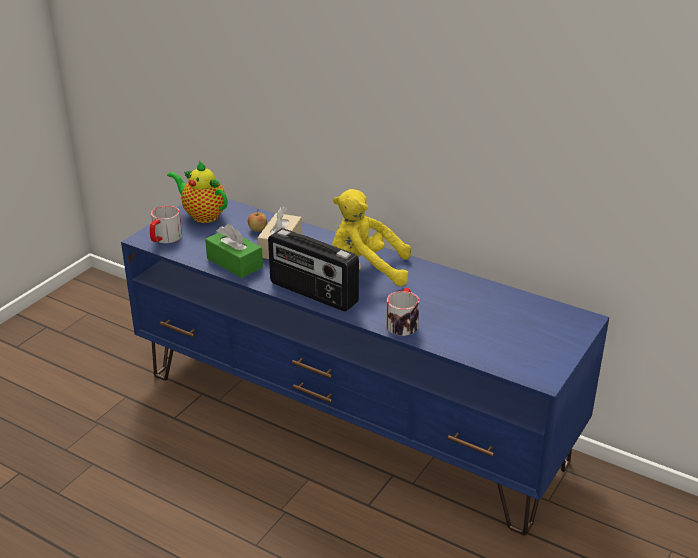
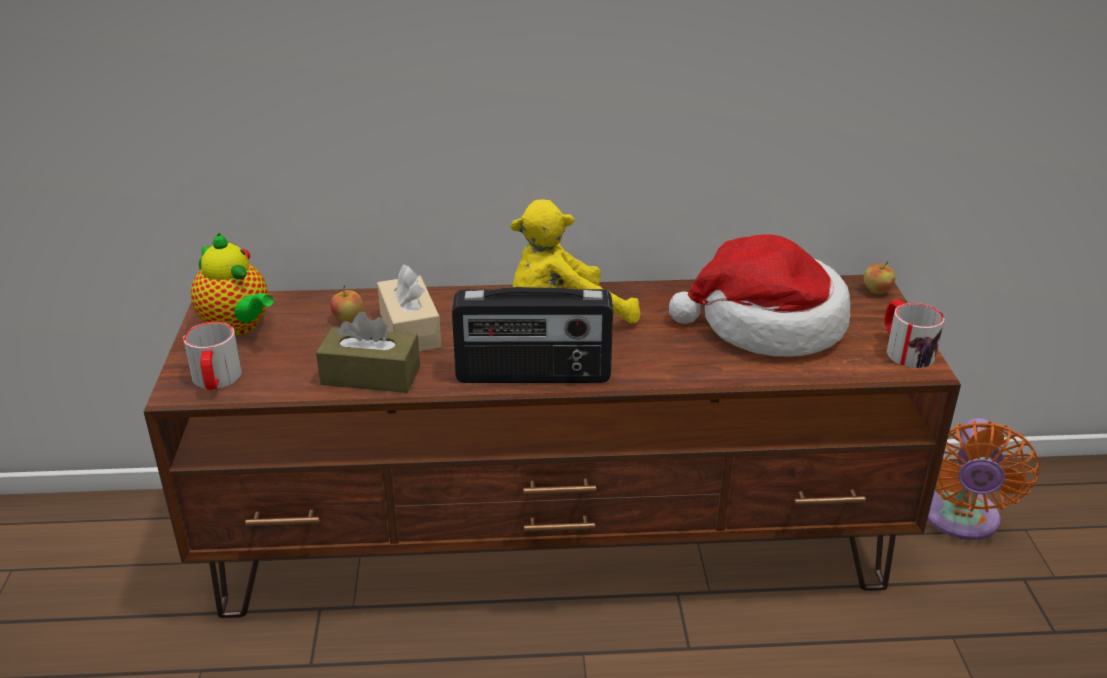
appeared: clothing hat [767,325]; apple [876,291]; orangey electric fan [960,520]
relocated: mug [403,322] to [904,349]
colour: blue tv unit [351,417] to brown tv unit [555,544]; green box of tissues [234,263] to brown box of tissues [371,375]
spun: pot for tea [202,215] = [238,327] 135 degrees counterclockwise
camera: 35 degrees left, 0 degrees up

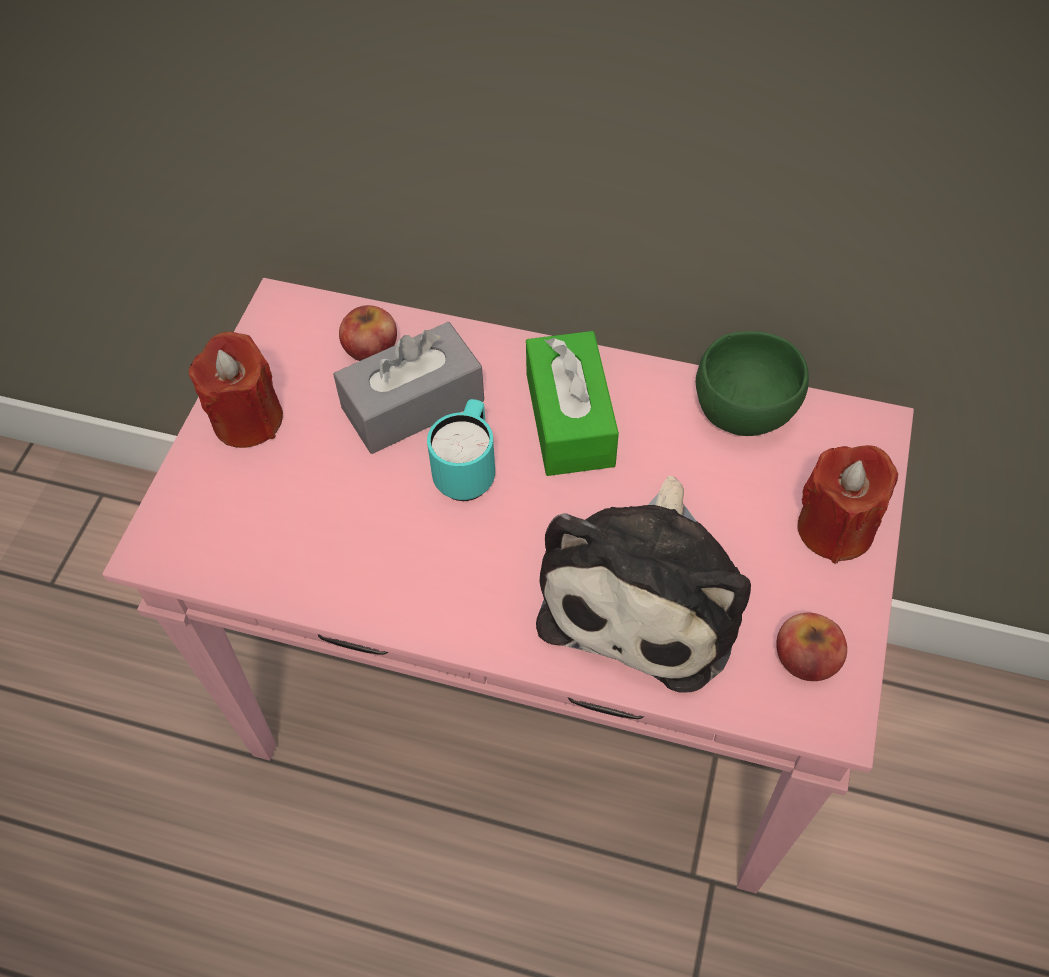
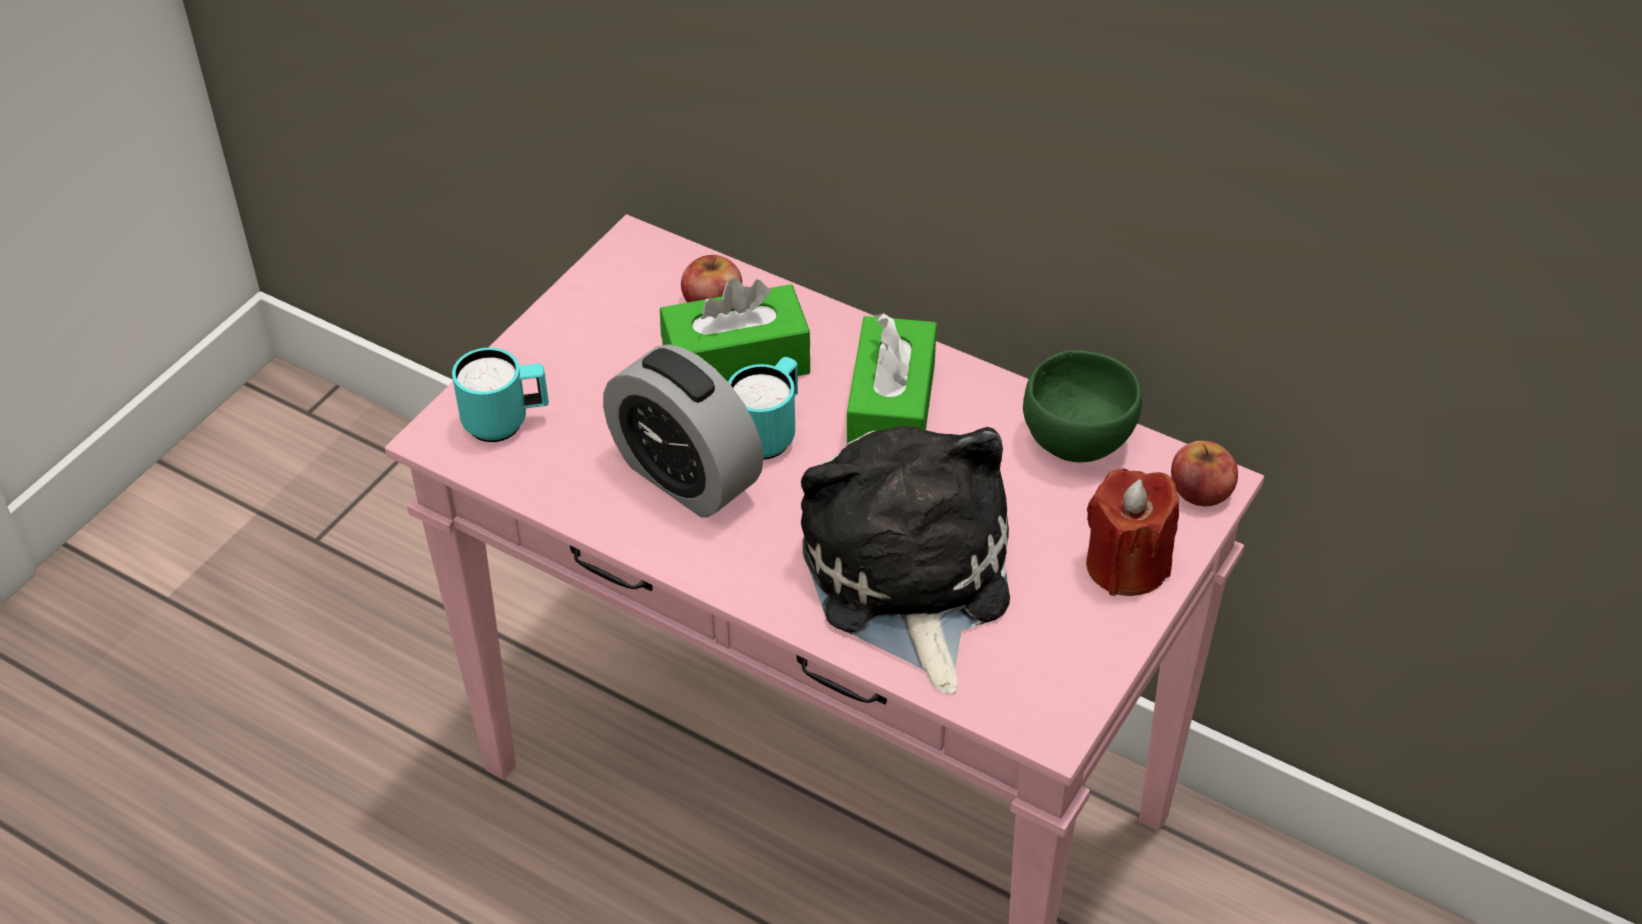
missing: red-coloured wax light [247,419]
appeared: table clock [685,476]; blue-green mug [506,423]
relocated: apple [806,657] to [1201,489]
colour: gray box of tissues [413,404] to green box of tissues [736,362]
spun: soft toy [647,592] = [907,579] 135 degrees clockwise
camera: 15 degrees right, 10 degrees down

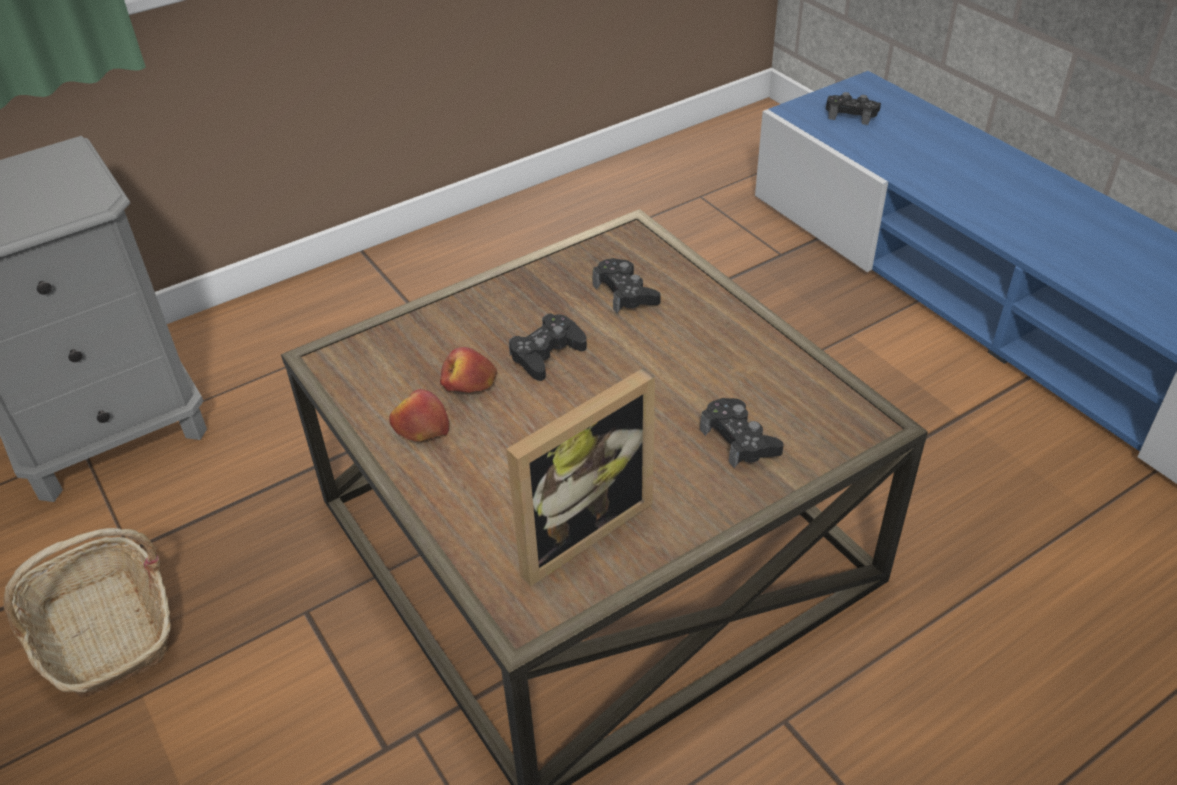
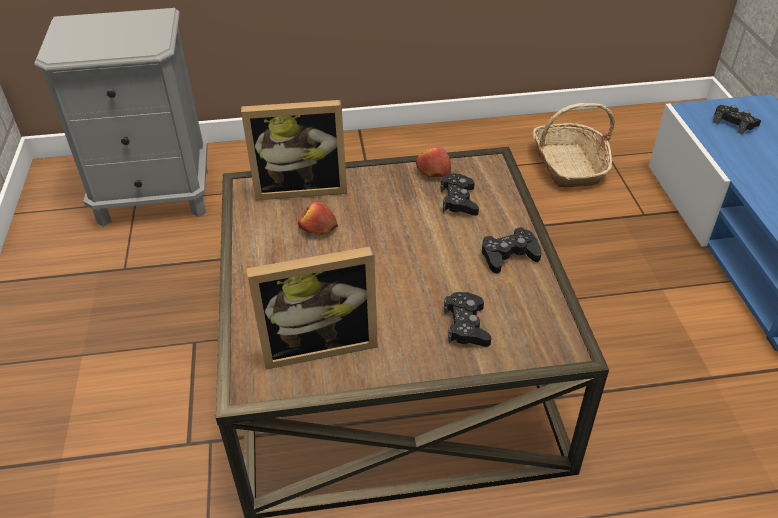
appeared: standing frame [301,187]
relocated: black-coloured joypad [546,354] to [509,255]; apple [420,428] to [433,171]; household basket [105,632] to [568,166]
camera: 25 degrees right, 0 degrees up

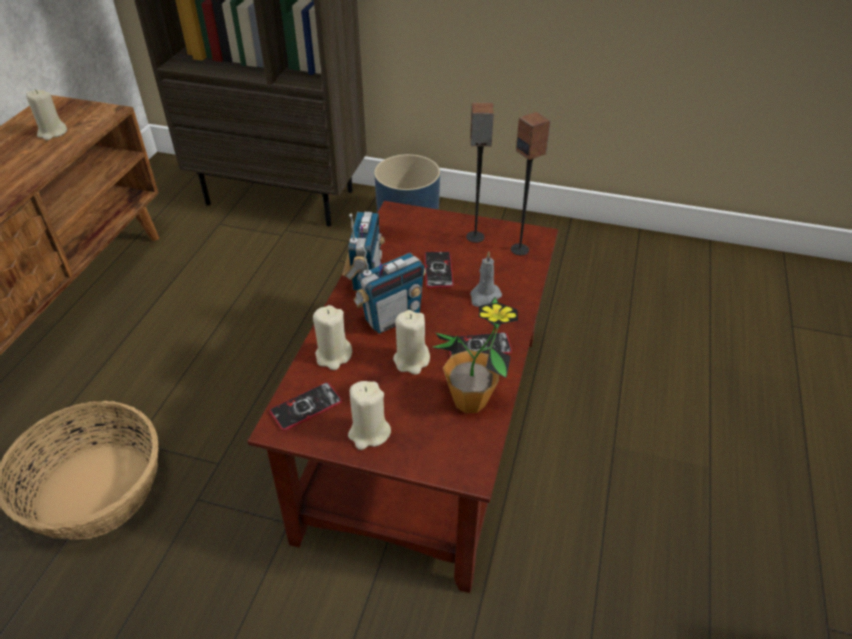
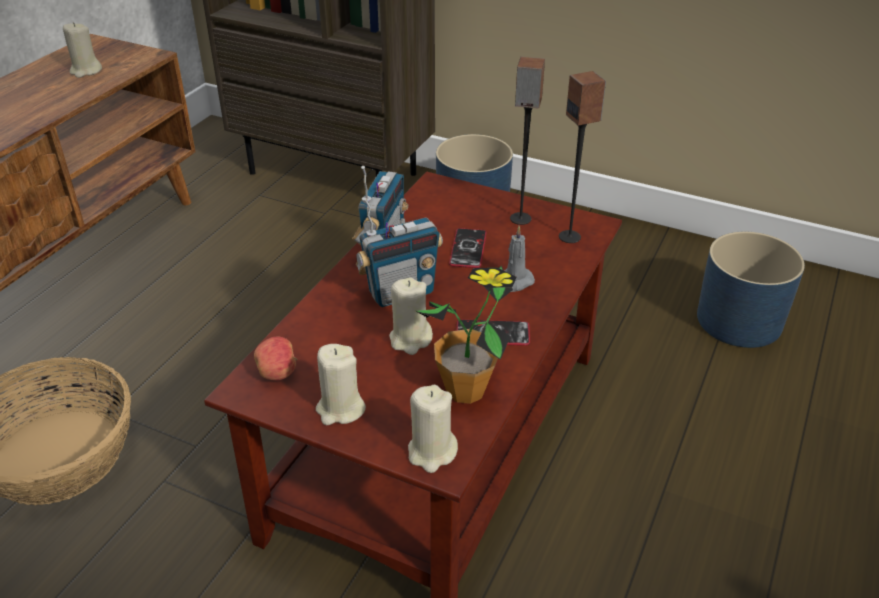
appeared: blue flower pot [738,320]
relocated: beige-coloured wax light [333,356] to [432,452]
exchanged: phone [306,407] to apple [278,373]
camera: 10 degrees right, 5 degrees down

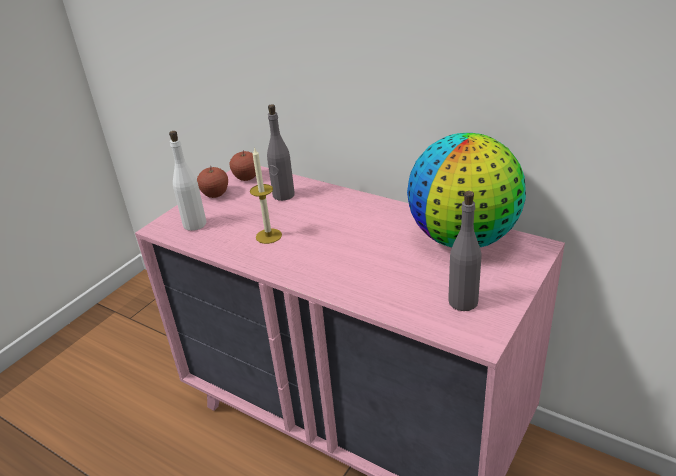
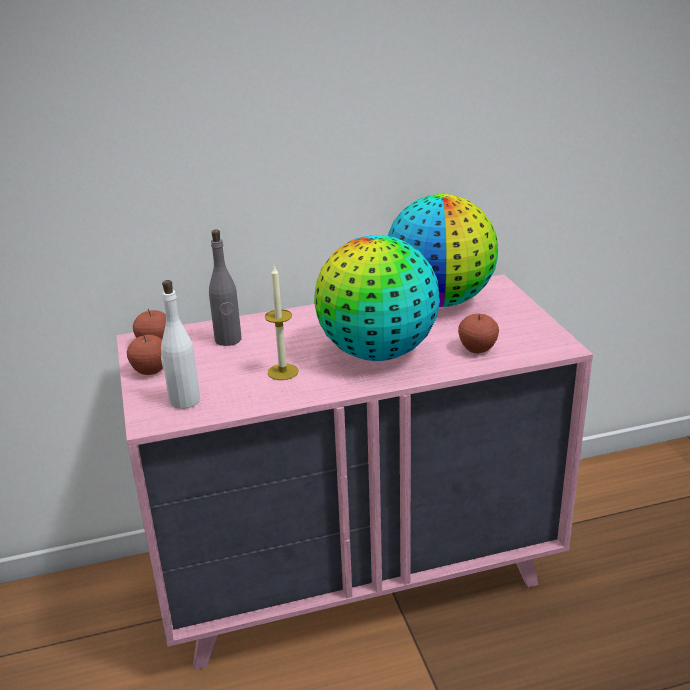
missing: gray bottle [463,301]
appeared: globe [378,353]; apple [477,349]
camera: 50 degrees left, 5 degrees down

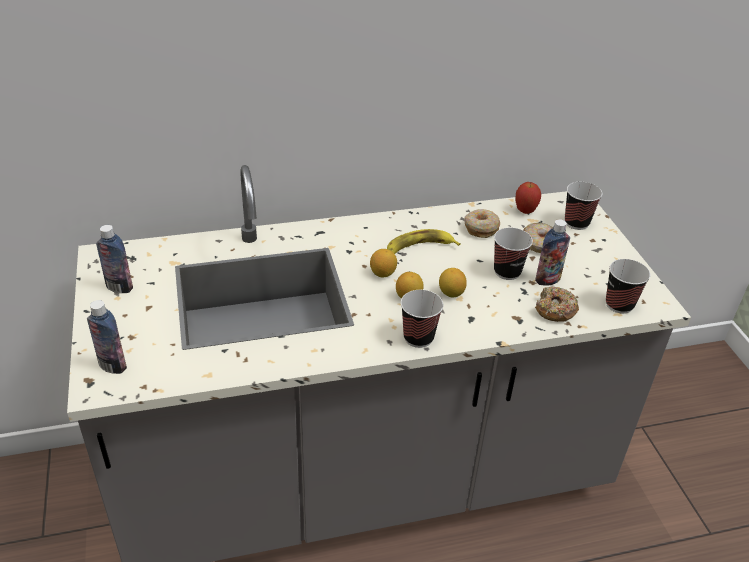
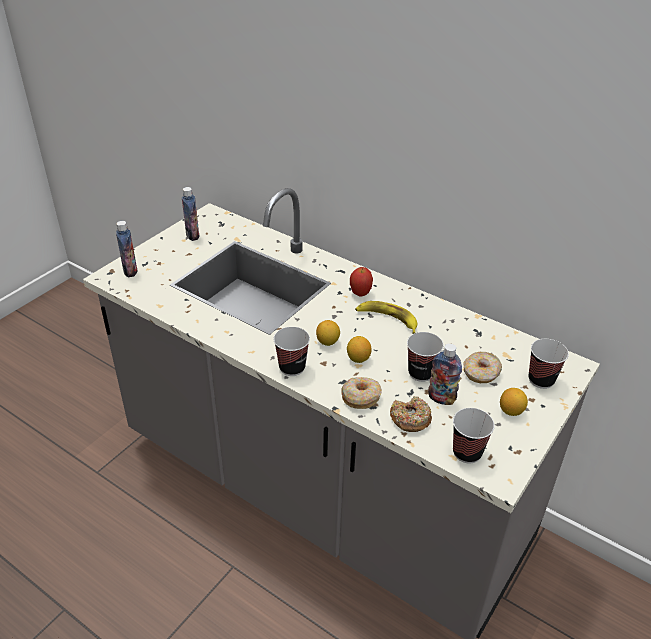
relocated: apple [525,211] to [360,293]; doughnut [480,228] to [361,397]; whole lemon [383,273] to [511,411]
camera: 50 degrees right, 0 degrees up

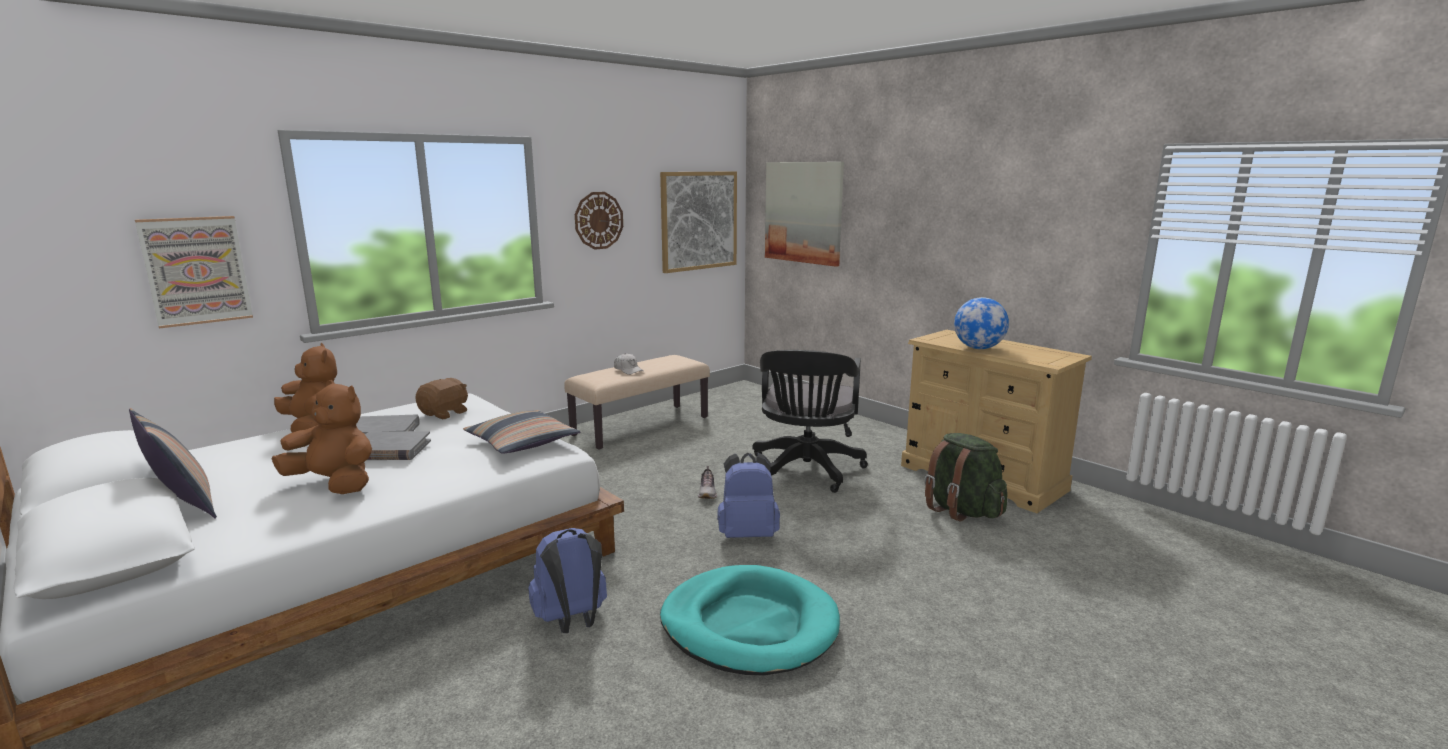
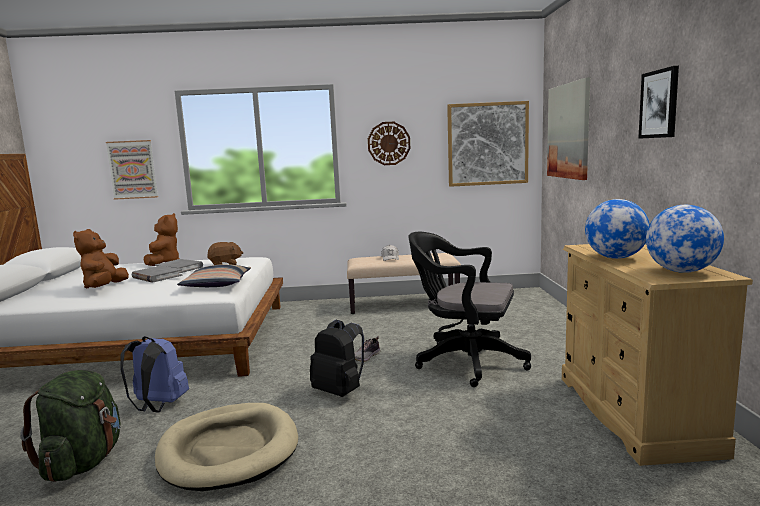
missing: pillow [184,507]
appeared: picture [659,104]; globe [681,271]
relocated: green knapsack [961,510] to [83,462]
colour: blue knapsack [747,534] to black-coloured knapsack [340,391]; blue-green dog cushion [749,625] to beige-coloured dog cushion [229,450]
spun: black-coloured desk chair [806,471] = [465,361] 60 degrees clockwise; brown soft toy [335,484] = [104,287] 150 degrees counterclockwise
camera: 40 degrees right, 5 degrees down

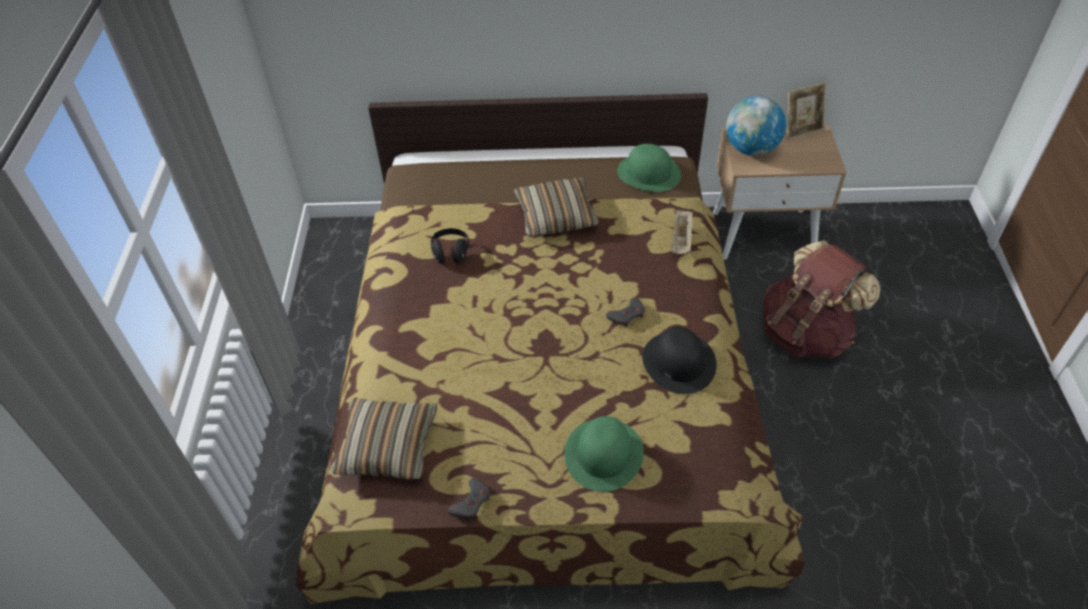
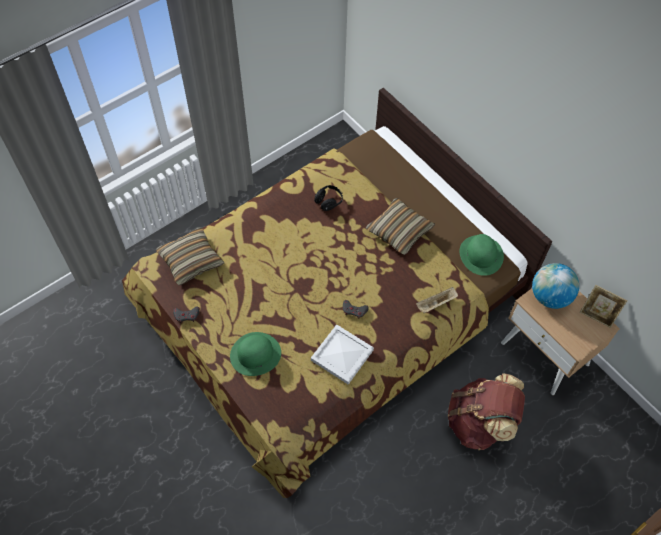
exchanged: black-coloured clothing hat [678,361] to white-coloured tray [342,354]
camera: 50 degrees right, 10 degrees up

